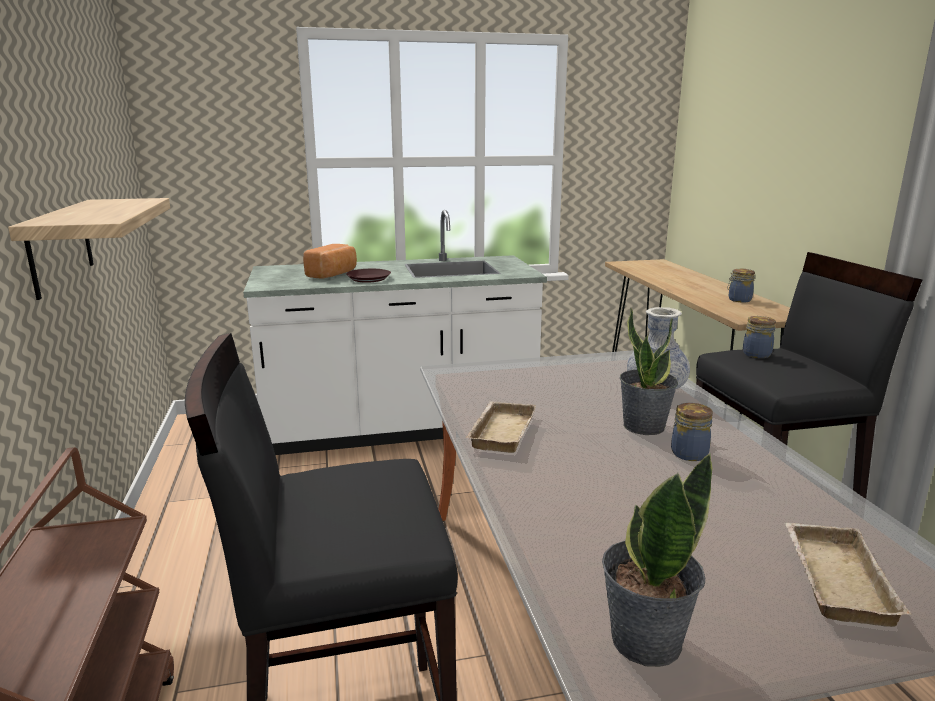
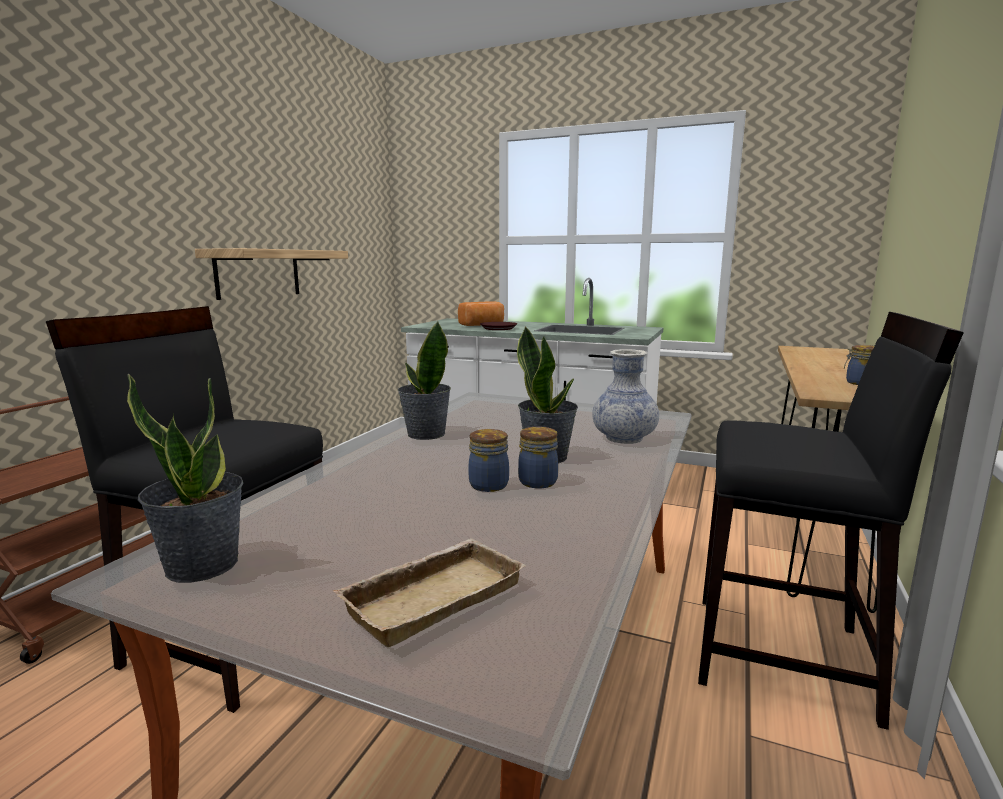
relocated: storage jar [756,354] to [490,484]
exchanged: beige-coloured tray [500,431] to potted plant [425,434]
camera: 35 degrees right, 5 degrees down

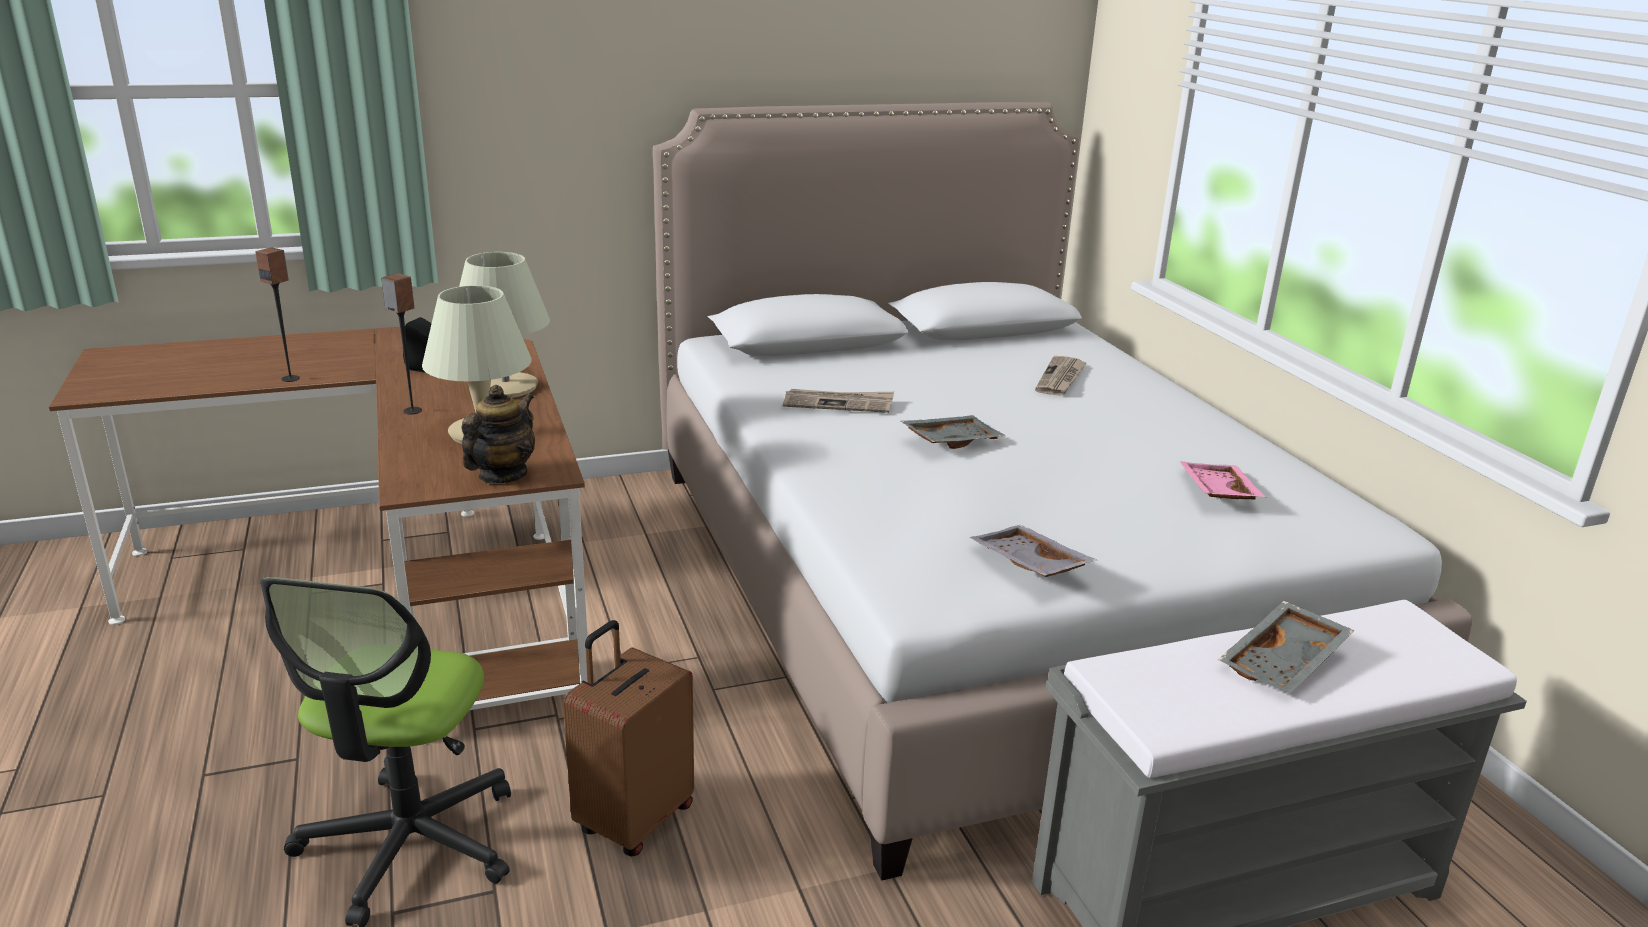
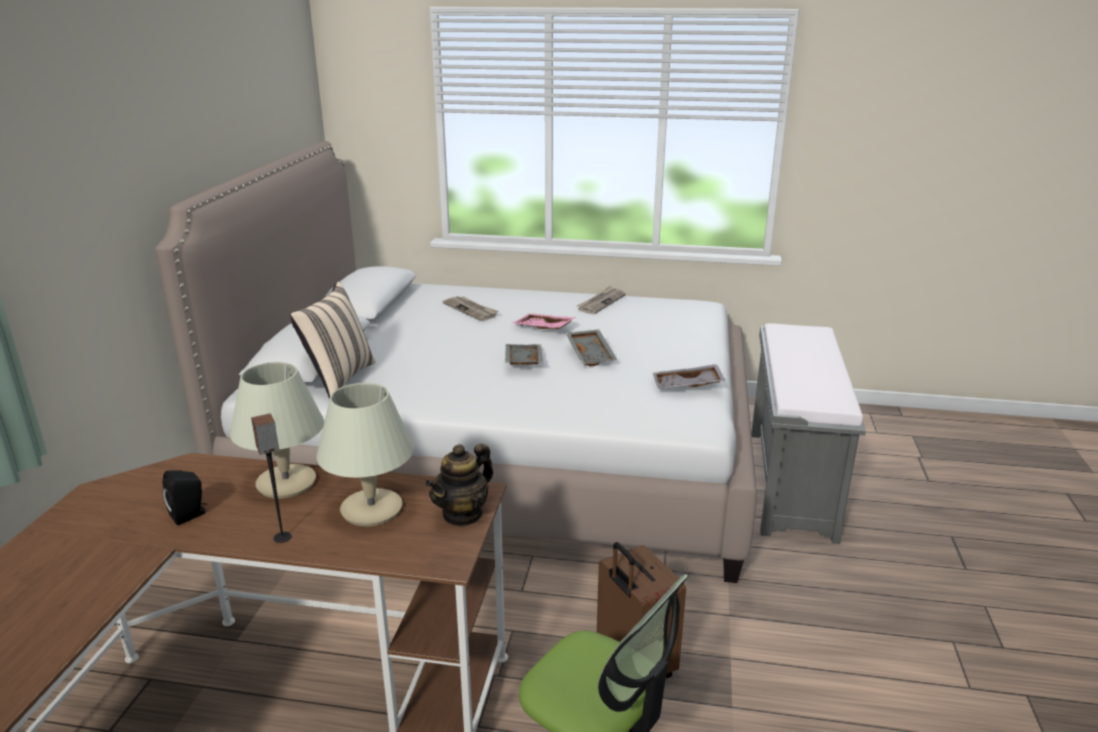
missing: loudspeaker [291,378]
appeared: beige-coloured pillow [338,379]
relocated: daily paper [838,403] to [601,302]; pink-coloured tray [1216,492] to [543,328]; gray tray [1285,662] to [591,354]
spun: pot for tea [502,475] = [463,514] 105 degrees counterclockwise
camera: 60 degrees left, 0 degrees up

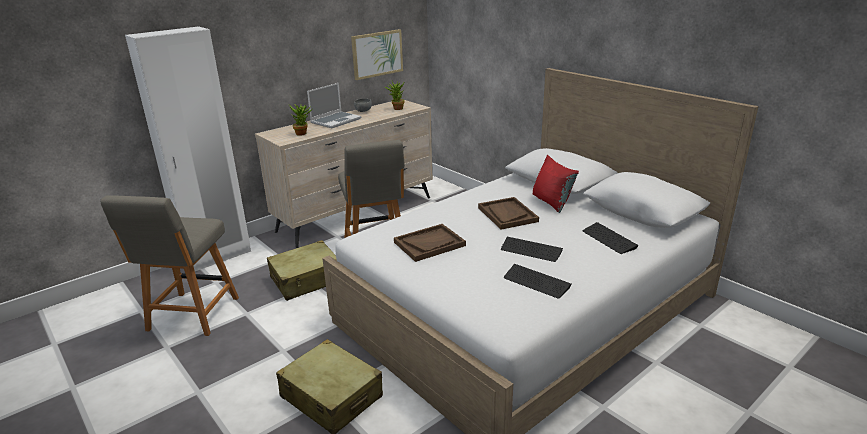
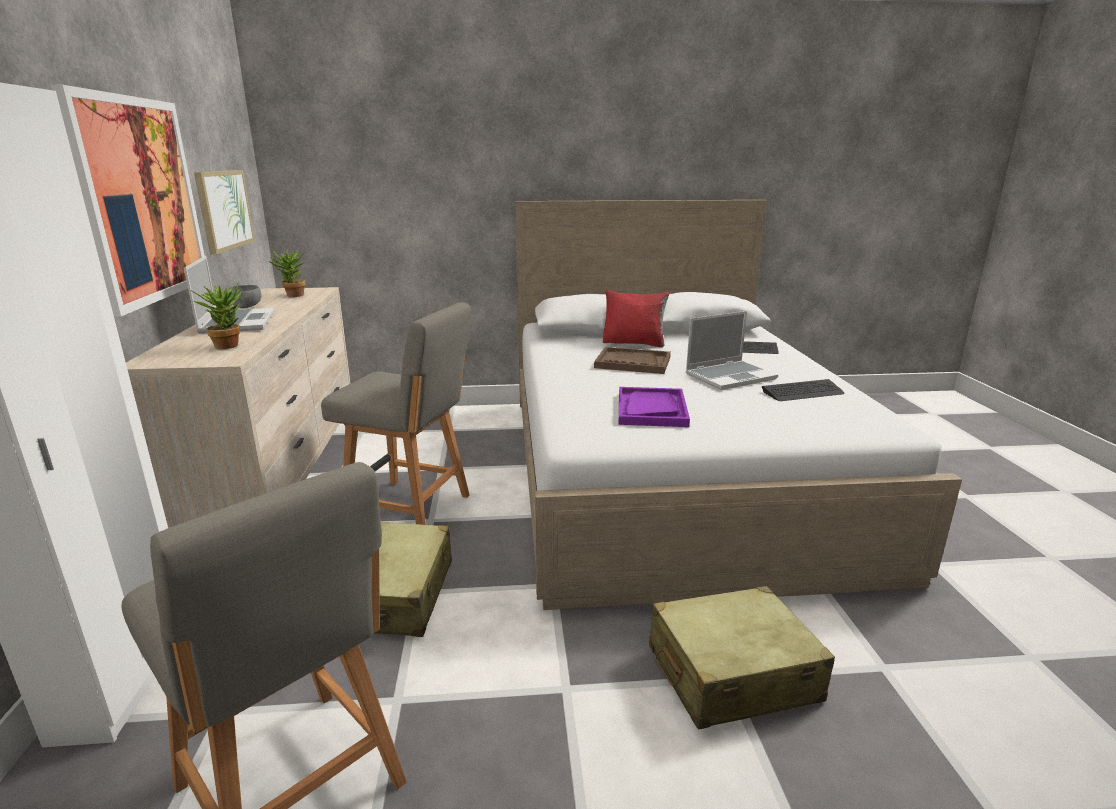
appeared: picture [140,200]
exchanged: computer keyboard [531,250] to laptop [730,376]
colour: brown tray [429,244] to purple-coloured tray [651,409]
camera: 55 degrees left, 5 degrees down

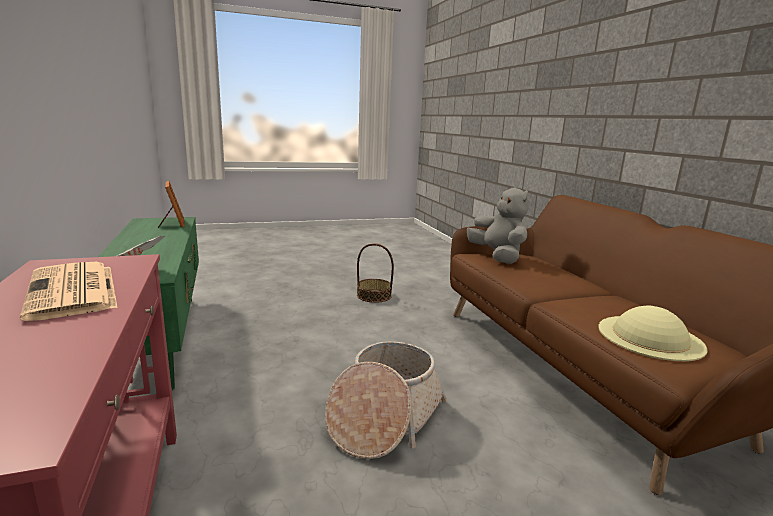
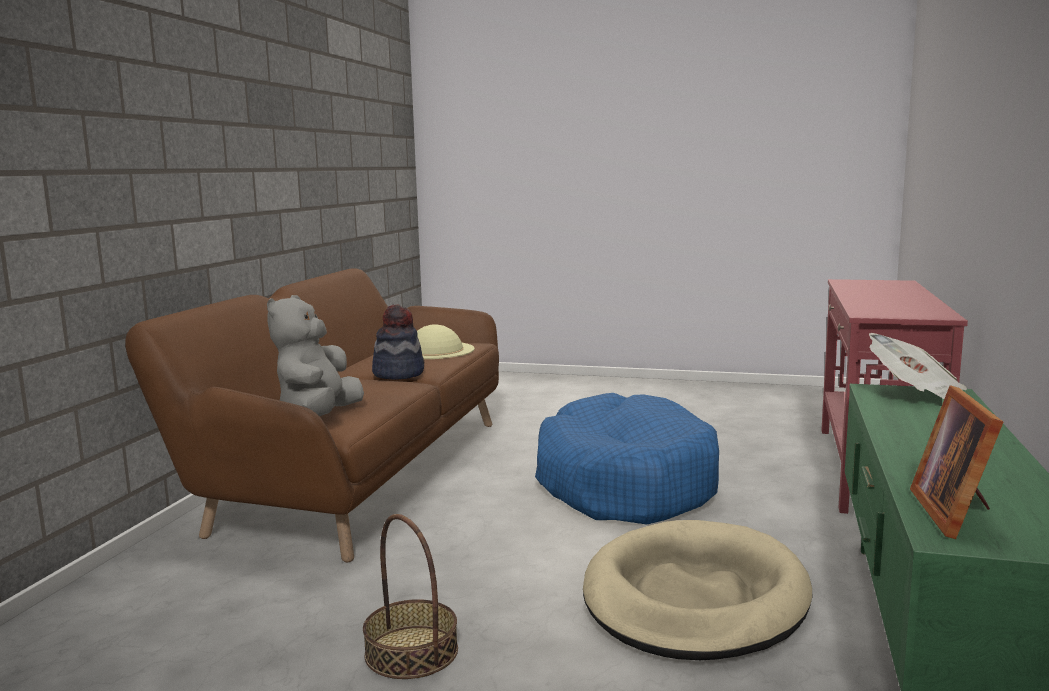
missing: daily paper [74,291]
appeared: clothing hat [398,373]; beige-coloured dog cushion [694,598]
exchanged: household basket [384,418] to blue dog cushion [624,484]
camera: 145 degrees left, 5 degrees down

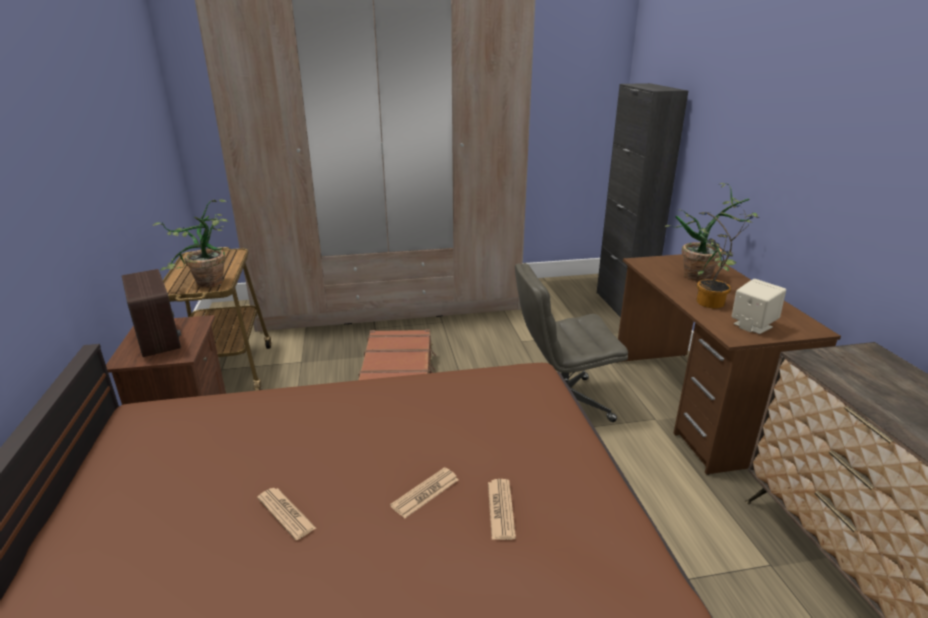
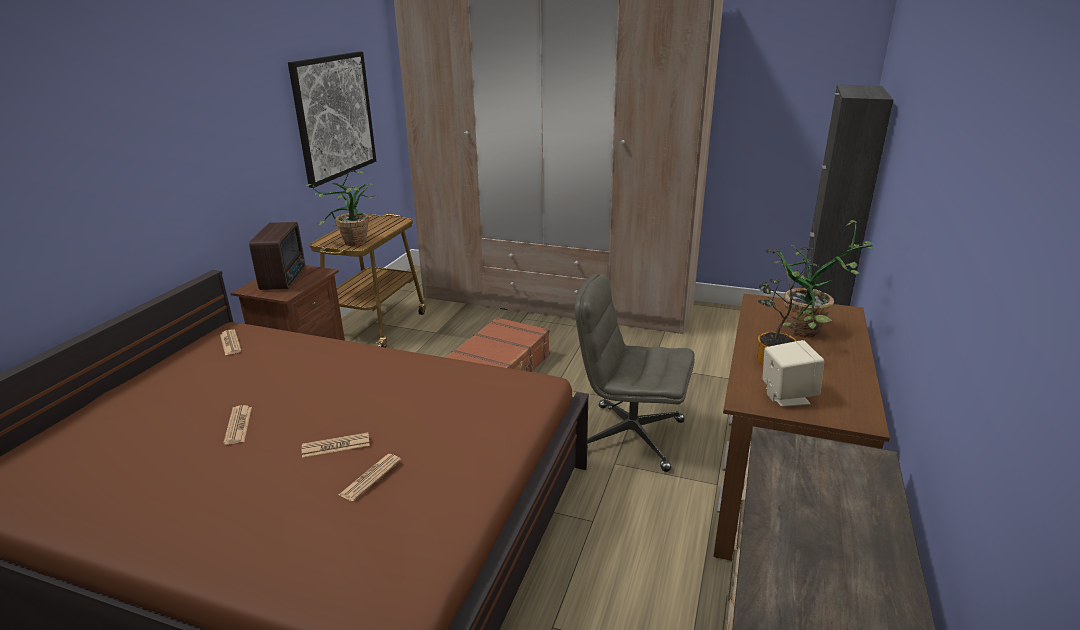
appeared: picture [334,117]; daily paper [230,343]
camera: 30 degrees right, 0 degrees up

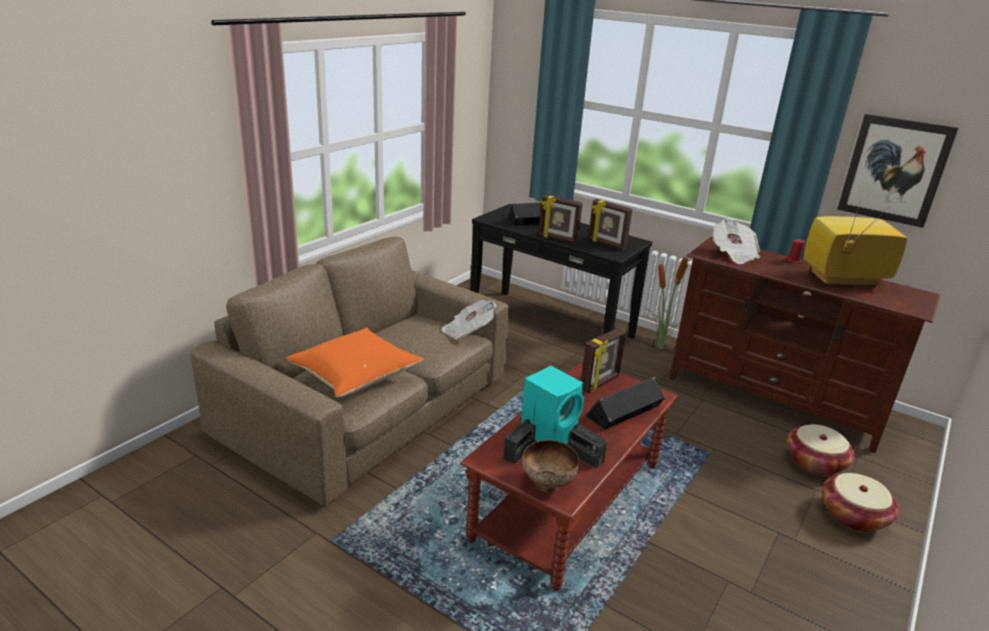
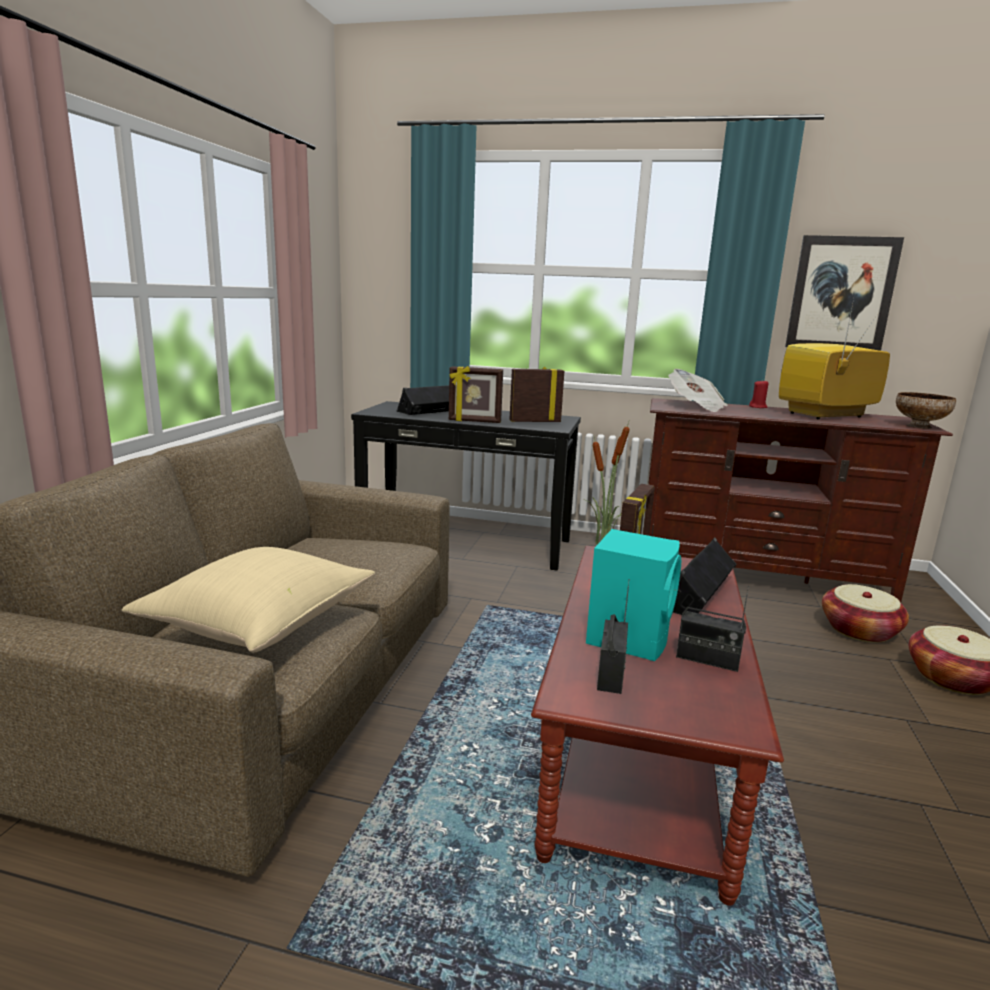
missing: daily paper [468,331]
relocated: serving bowl [548,484] to [920,426]
colour: orangey pillow [355,377] to beige-coloured pillow [260,623]
spun: standing frame [606,244] = [534,421] 150 degrees clockwise
camera: 20 degrees left, 10 degrees down

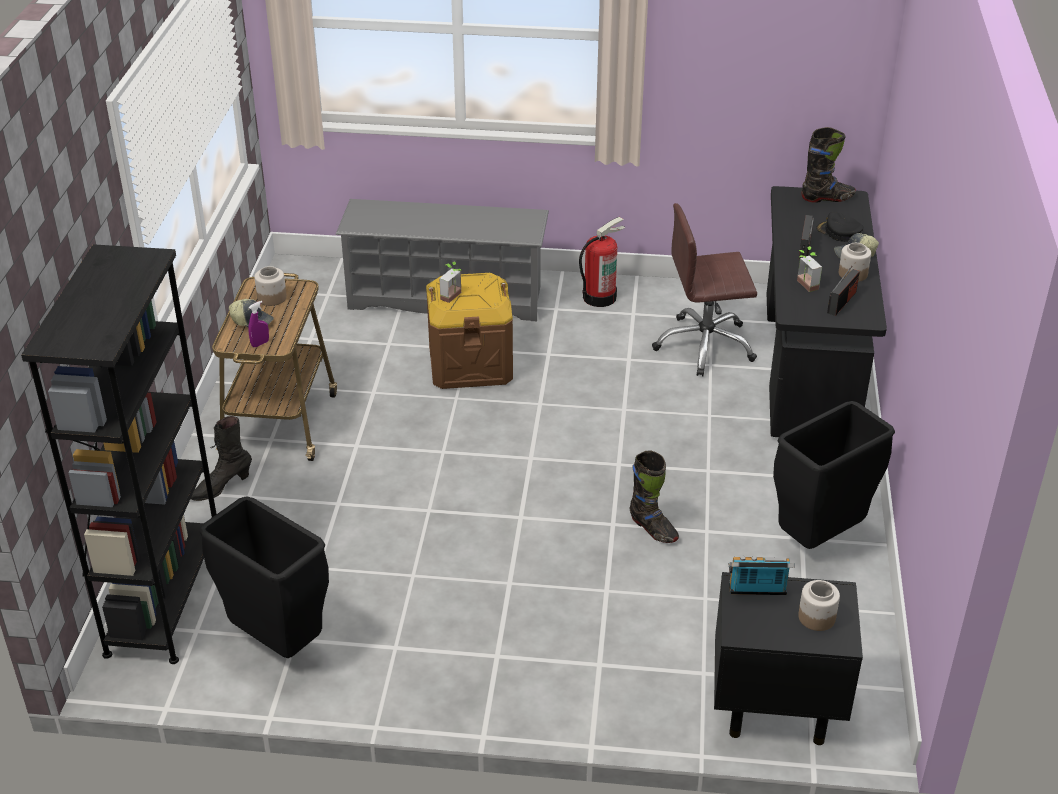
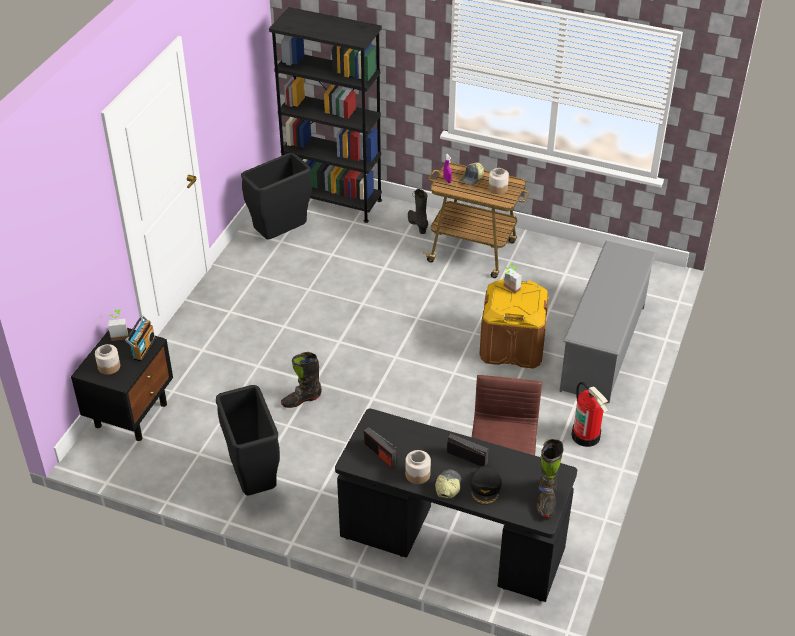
relocated: potted plant [803,286] to [119,334]
spun: black-coloured peaked cap [839,232] = [485,488] 135 degrees clockwise
camera: 105 degrees right, 5 degrees up

